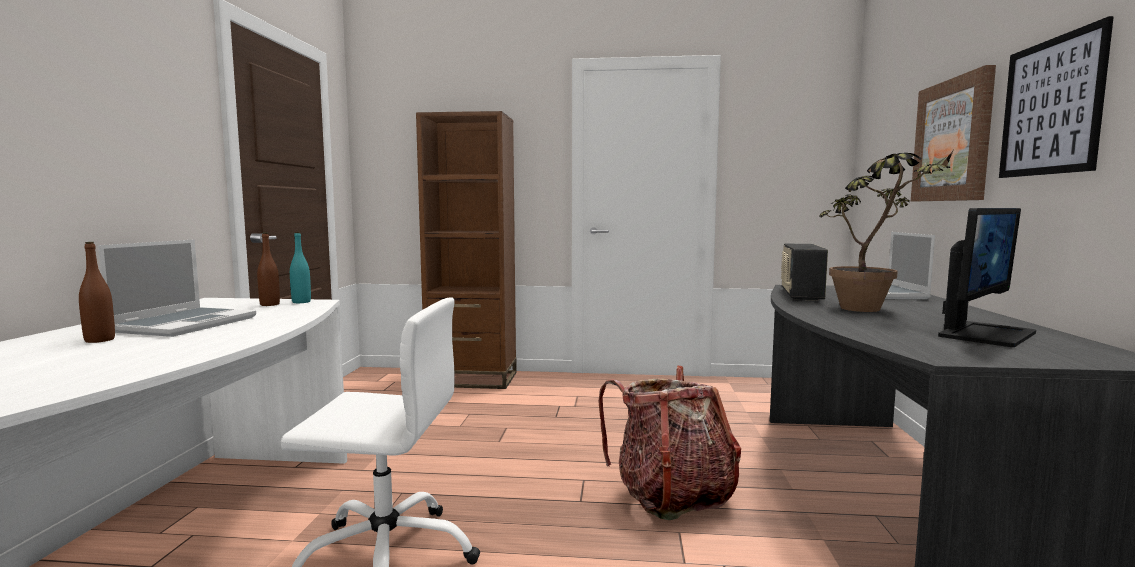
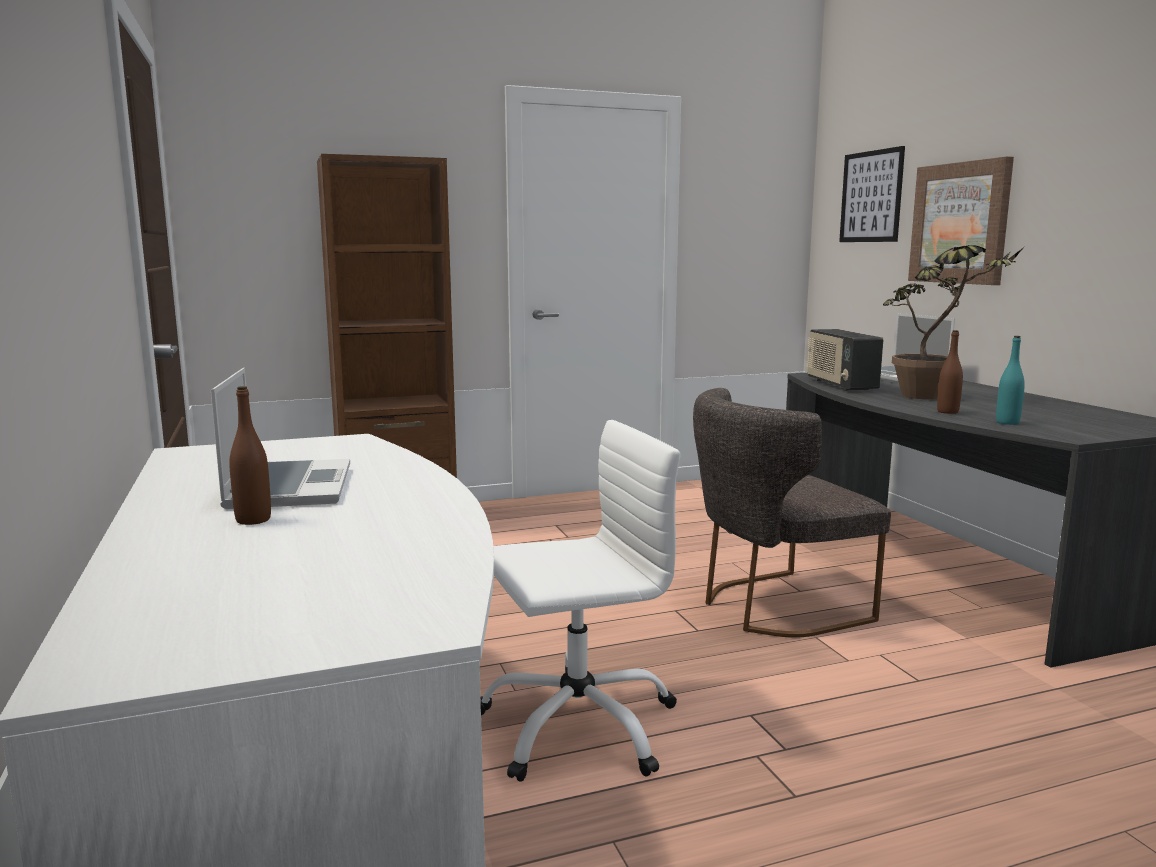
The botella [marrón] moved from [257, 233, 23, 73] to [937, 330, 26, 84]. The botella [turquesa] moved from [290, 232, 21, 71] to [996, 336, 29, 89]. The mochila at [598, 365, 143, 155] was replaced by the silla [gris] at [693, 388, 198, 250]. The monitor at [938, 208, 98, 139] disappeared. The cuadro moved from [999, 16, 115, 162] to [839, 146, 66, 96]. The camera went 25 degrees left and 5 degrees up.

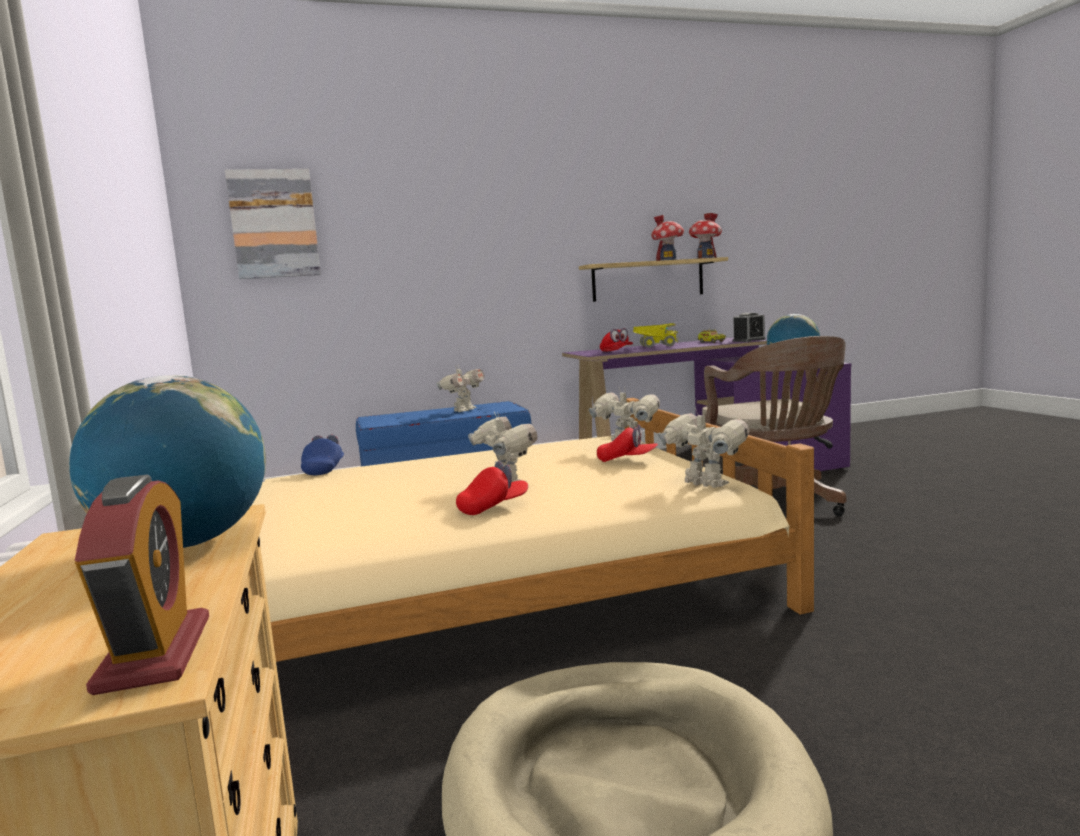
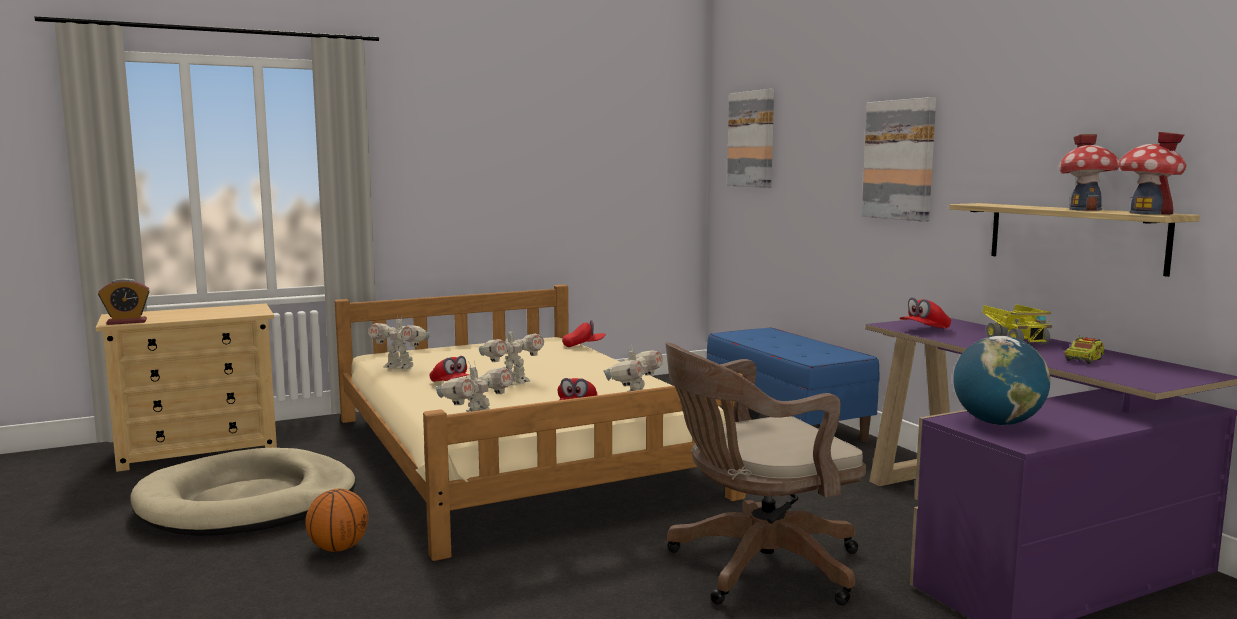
The globo terráqueo at [69, 375, 197, 173] disappeared. The gorra [azul] at [301, 435, 43, 40] became the gorra [rojo] at [562, 320, 44, 27]. The robot de juguete moved from [436, 365, 48, 47] to [368, 314, 62, 55]. The despertador at [733, 313, 33, 29] disappeared. The balón de baloncesto at [305, 488, 64, 64] appeared. The cuadro at [862, 97, 74, 125] appeared. The camera went 80 degrees right and 0 degrees up.

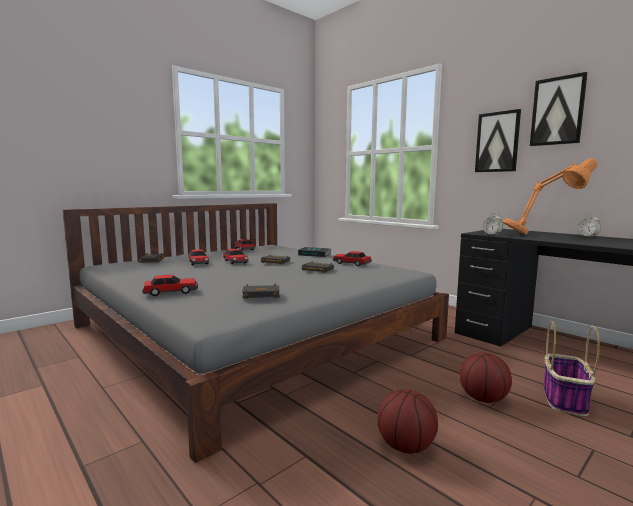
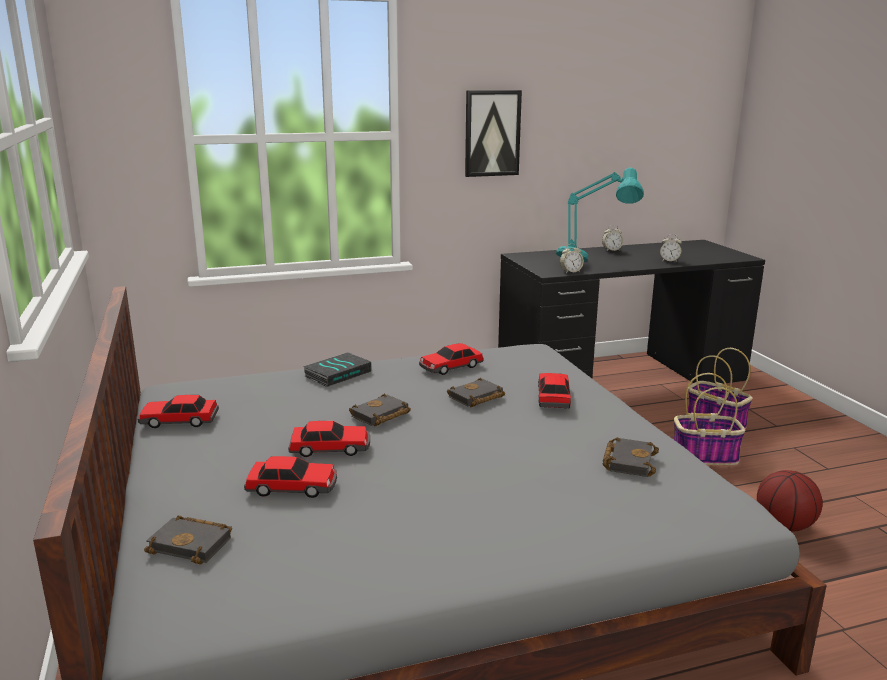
The coche de juguete moved from [142, 275, 56, 21] to [538, 373, 33, 35]. The balón de baloncesto at [460, 352, 52, 51] was replaced by the cesta at [674, 373, 71, 92]. The lámpara de mesa [naranja] at [503, 158, 94, 77] became the lámpara de mesa [turquesa] at [556, 167, 88, 95]. The cuadro at [530, 72, 58, 74] disappeared. The despertador at [660, 234, 22, 28] appeared. The camera went 65 degrees left and 10 degrees up.

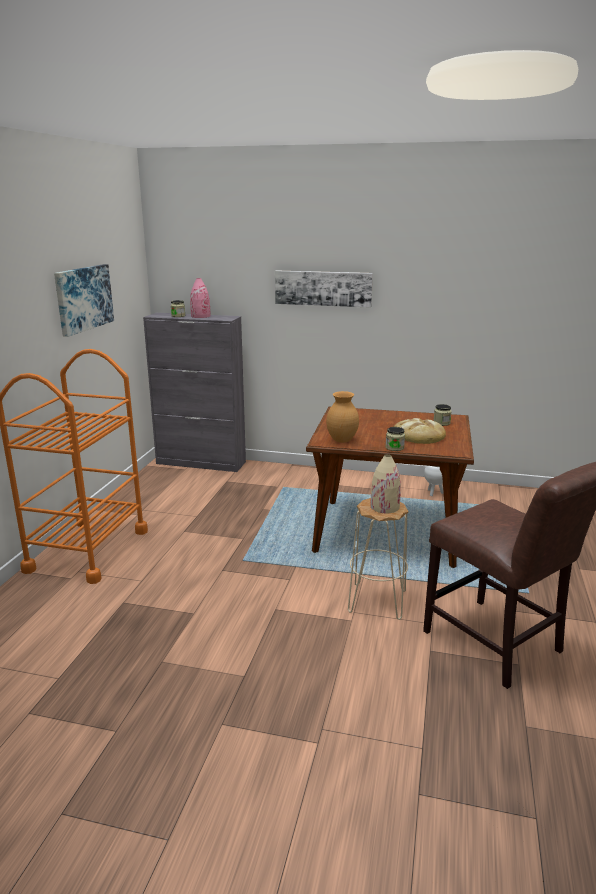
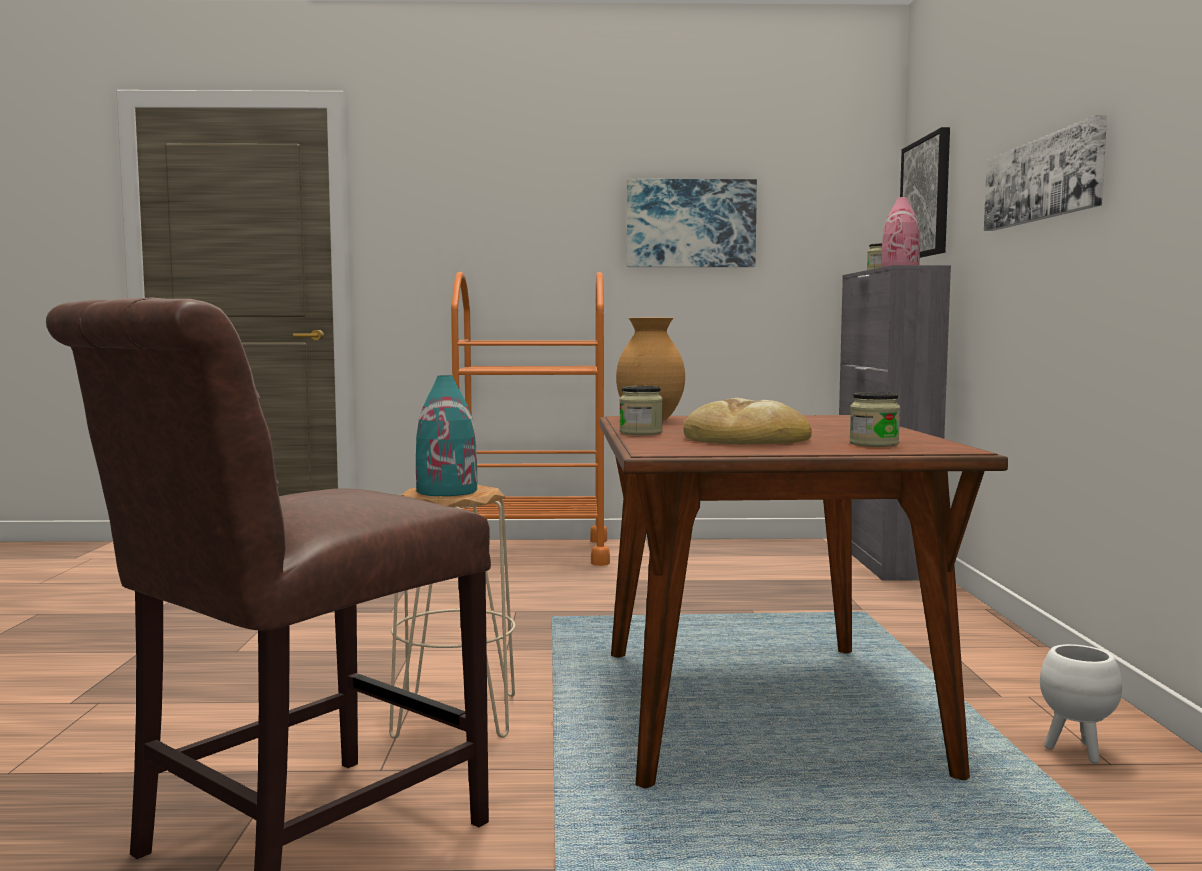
The florero [beis] at [371, 454, 30, 59] became the florero [turquesa] at [416, 375, 61, 121]. The cuadro at [900, 127, 50, 131] appeared. The camera went 75 degrees right and 15 degrees down.

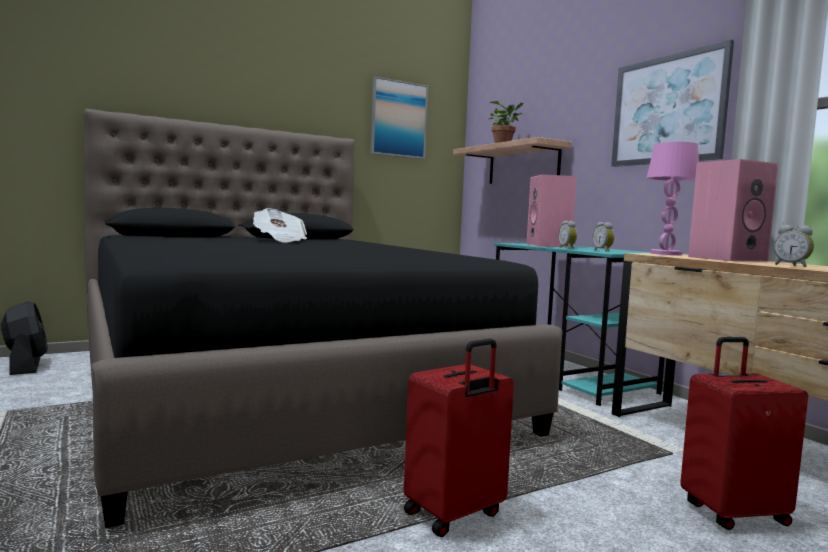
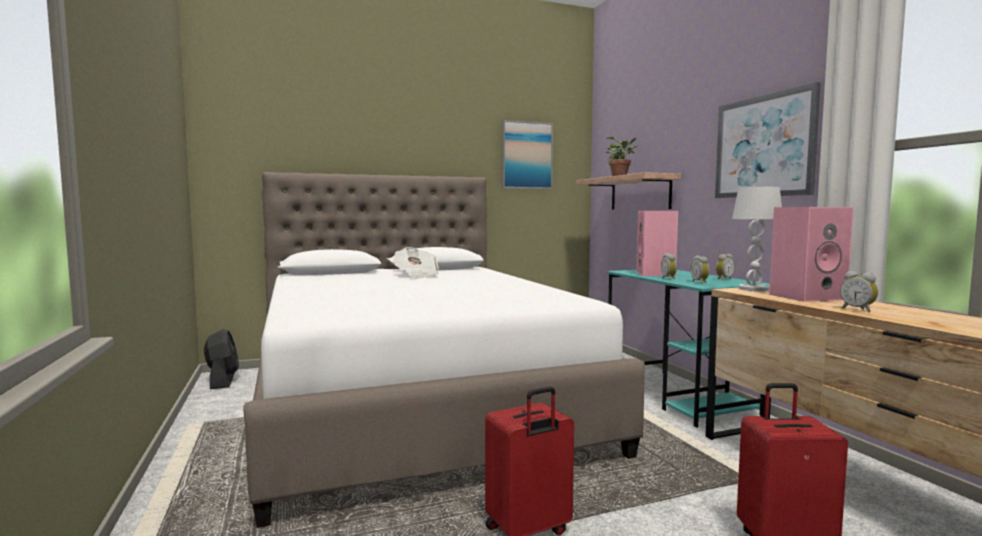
The cama [negro] at [84, 109, 479, 419] became the cama [blanco] at [243, 172, 402, 356]. The lámpara de mesa [rosa] at [647, 142, 52, 113] became the lámpara de mesa [blanco] at [732, 187, 50, 104]. The despertador at [716, 254, 18, 26] appeared. The camera went 10 degrees right and 0 degrees up.

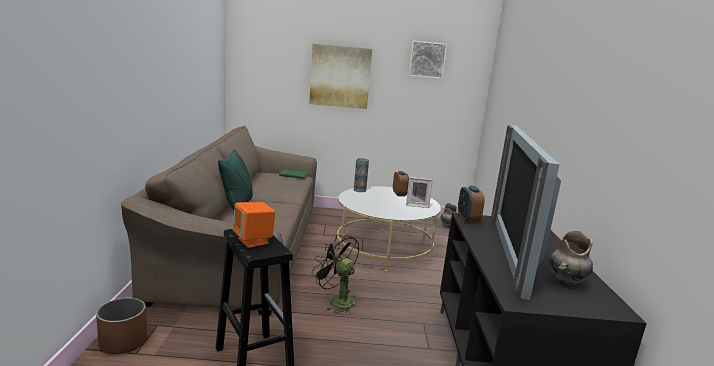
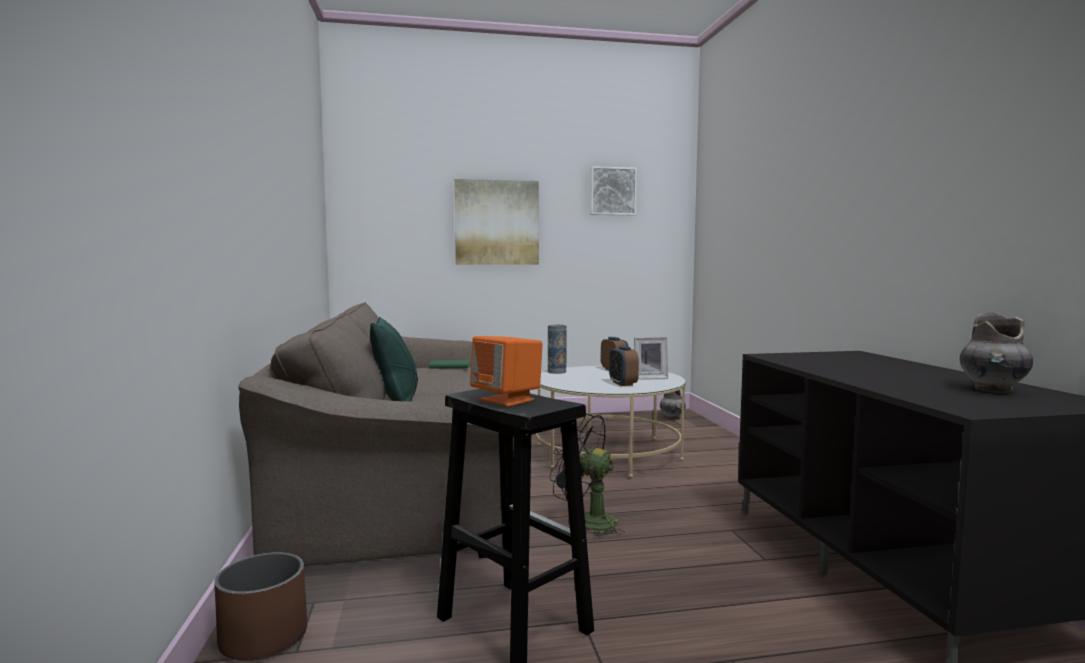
The despertador moved from [458, 186, 27, 37] to [609, 346, 30, 40]. The televisor at [491, 125, 70, 175] disappeared. The camera went 10 degrees left and 10 degrees down.

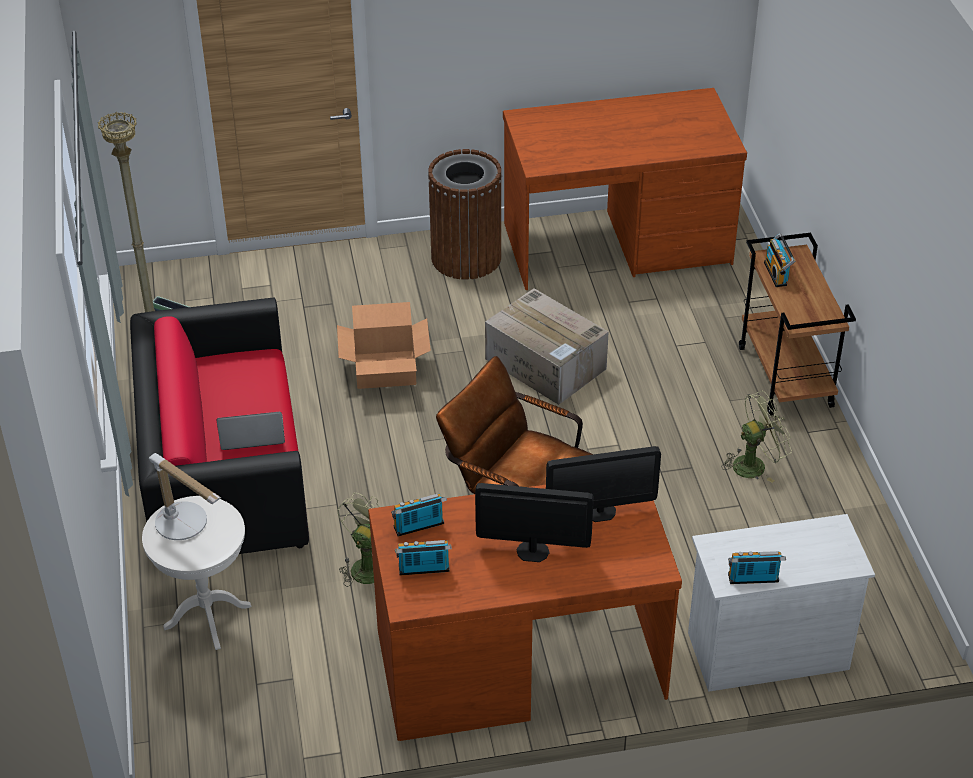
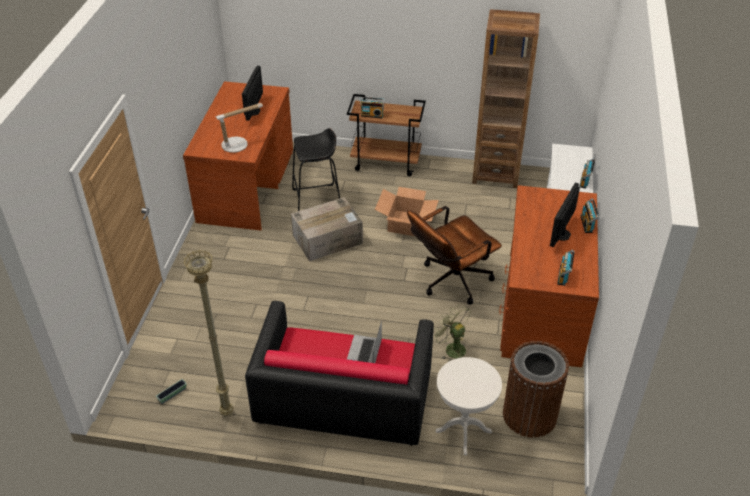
The lámpara de mesa moved from [149, 453, 72, 87] to [216, 103, 47, 50]. The caja de cartón moved from [337, 302, 94, 87] to [375, 187, 64, 49]. The radio moved from [391, 494, 56, 43] to [580, 198, 19, 35]. The papelera [marrón] moved from [428, 149, 74, 131] to [503, 341, 66, 97]. The monitor moved from [546, 446, 115, 76] to [242, 66, 21, 55]. The ventilador [verde] at [722, 391, 70, 92] disappeared. The taburete [negro] at [292, 128, 48, 83] appeared. The estantería [marrón] at [472, 9, 68, 179] appeared. The camera went 70 degrees left and 0 degrees up.

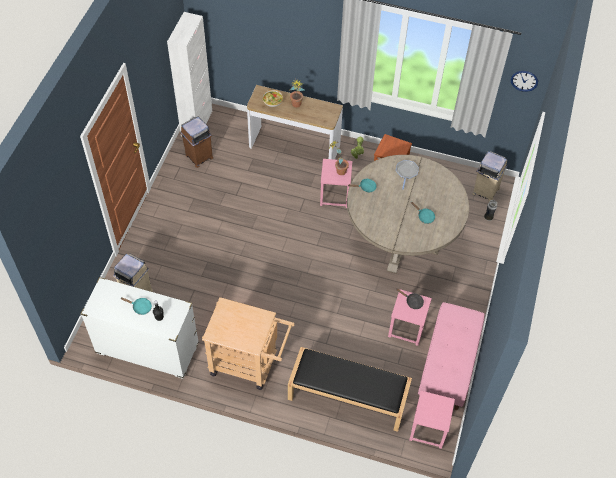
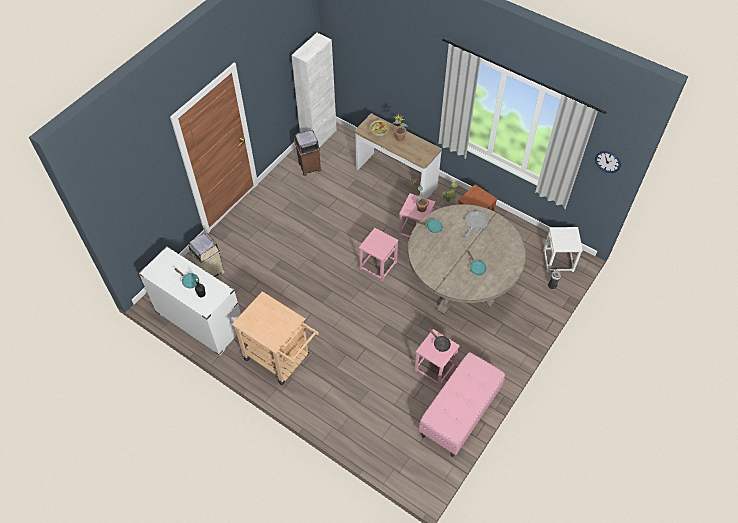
The banco [negro] at [288, 347, 124, 85] disappeared. The taburete [rosa] moved from [409, 391, 46, 58] to [359, 228, 40, 53]. The papelera [beis] at [472, 151, 35, 50] was replaced by the taburete [blanco] at [543, 227, 40, 45]. The camera went 20 degrees right and 0 degrees up.

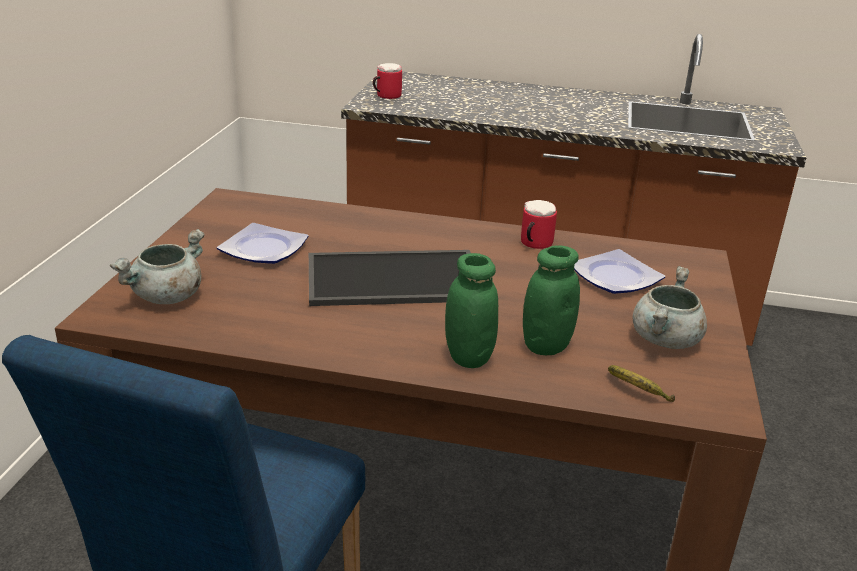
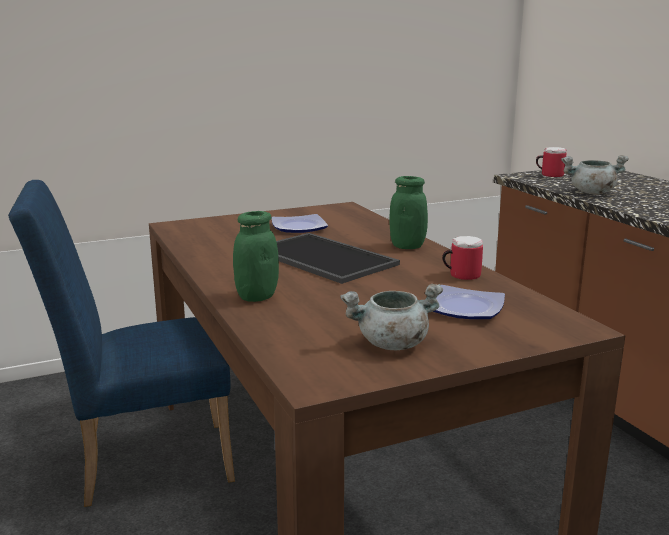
The olla [gris] moved from [110, 229, 95, 75] to [561, 155, 68, 39]. The tarro [verde] moved from [523, 246, 57, 109] to [389, 176, 39, 73]. The plátano at [608, 365, 67, 37] disappeared. The camera went 55 degrees right and 10 degrees down.

